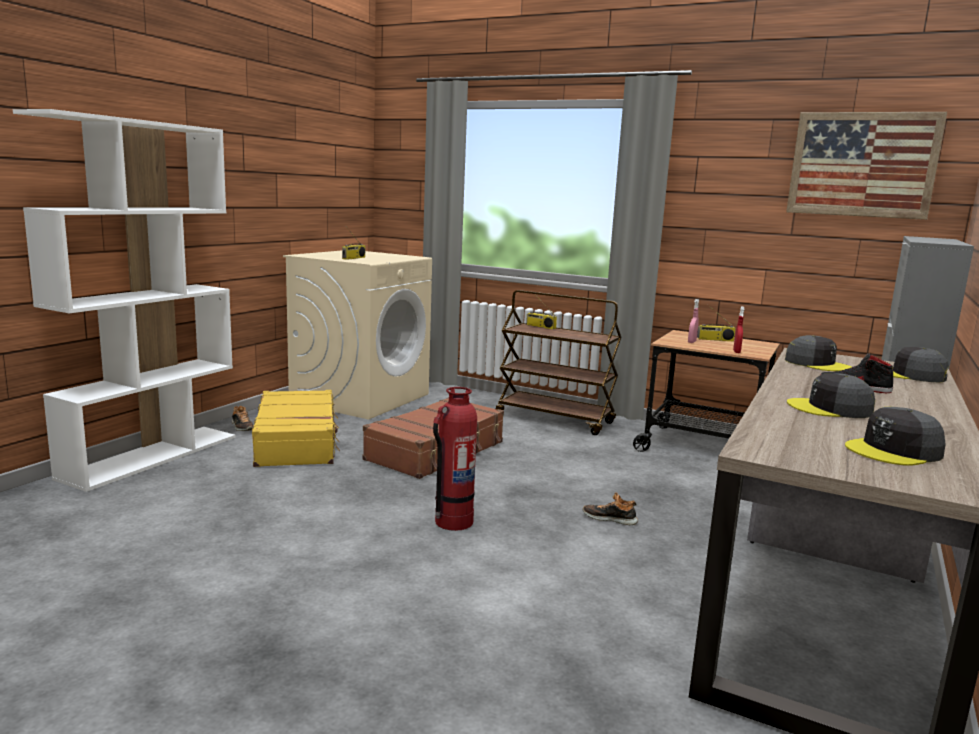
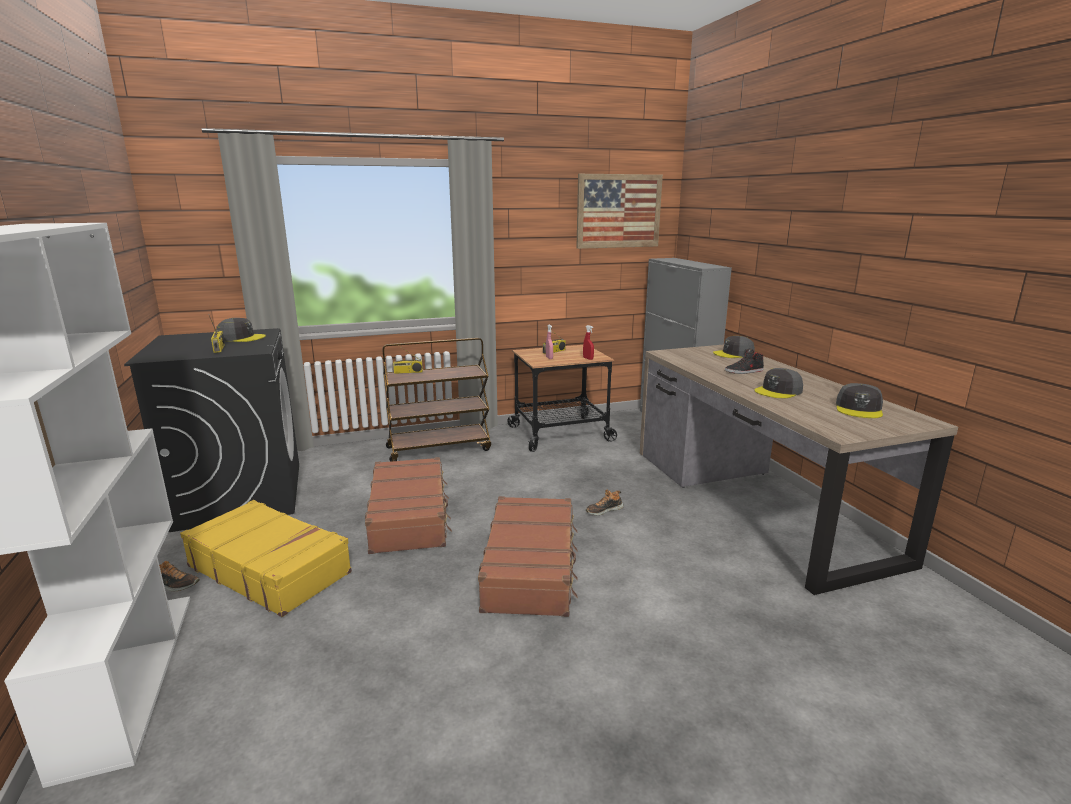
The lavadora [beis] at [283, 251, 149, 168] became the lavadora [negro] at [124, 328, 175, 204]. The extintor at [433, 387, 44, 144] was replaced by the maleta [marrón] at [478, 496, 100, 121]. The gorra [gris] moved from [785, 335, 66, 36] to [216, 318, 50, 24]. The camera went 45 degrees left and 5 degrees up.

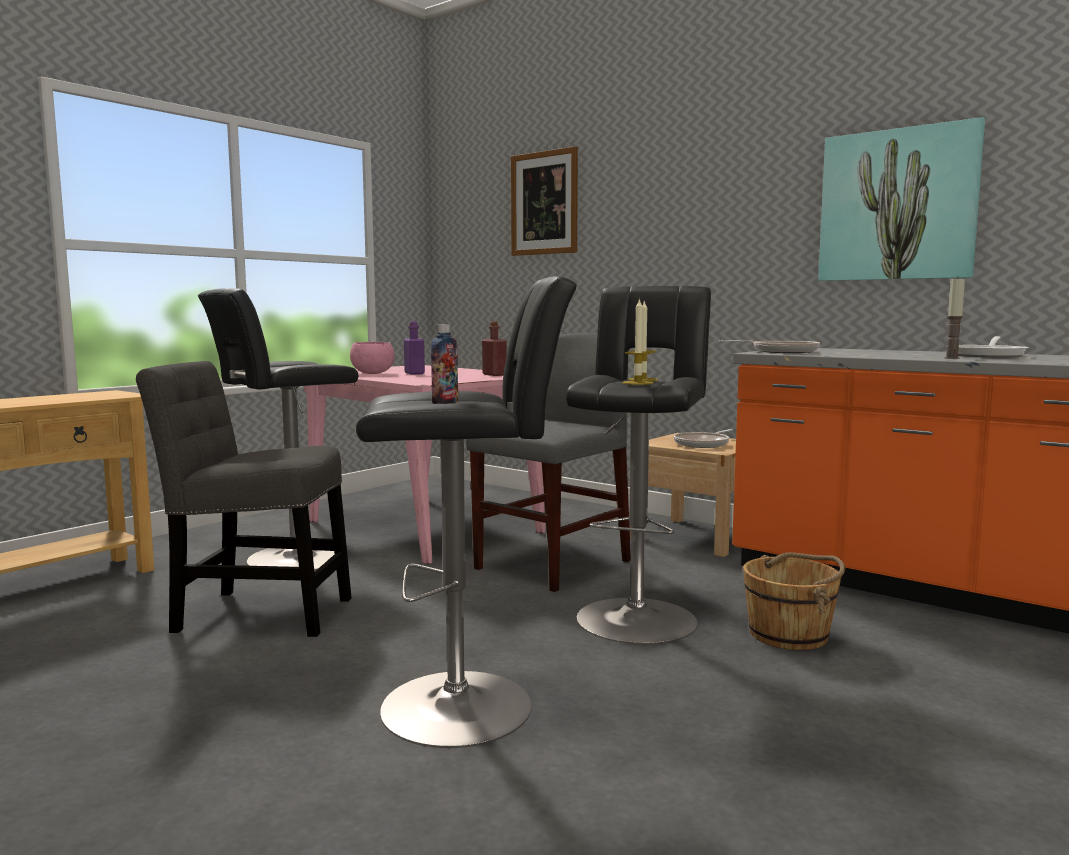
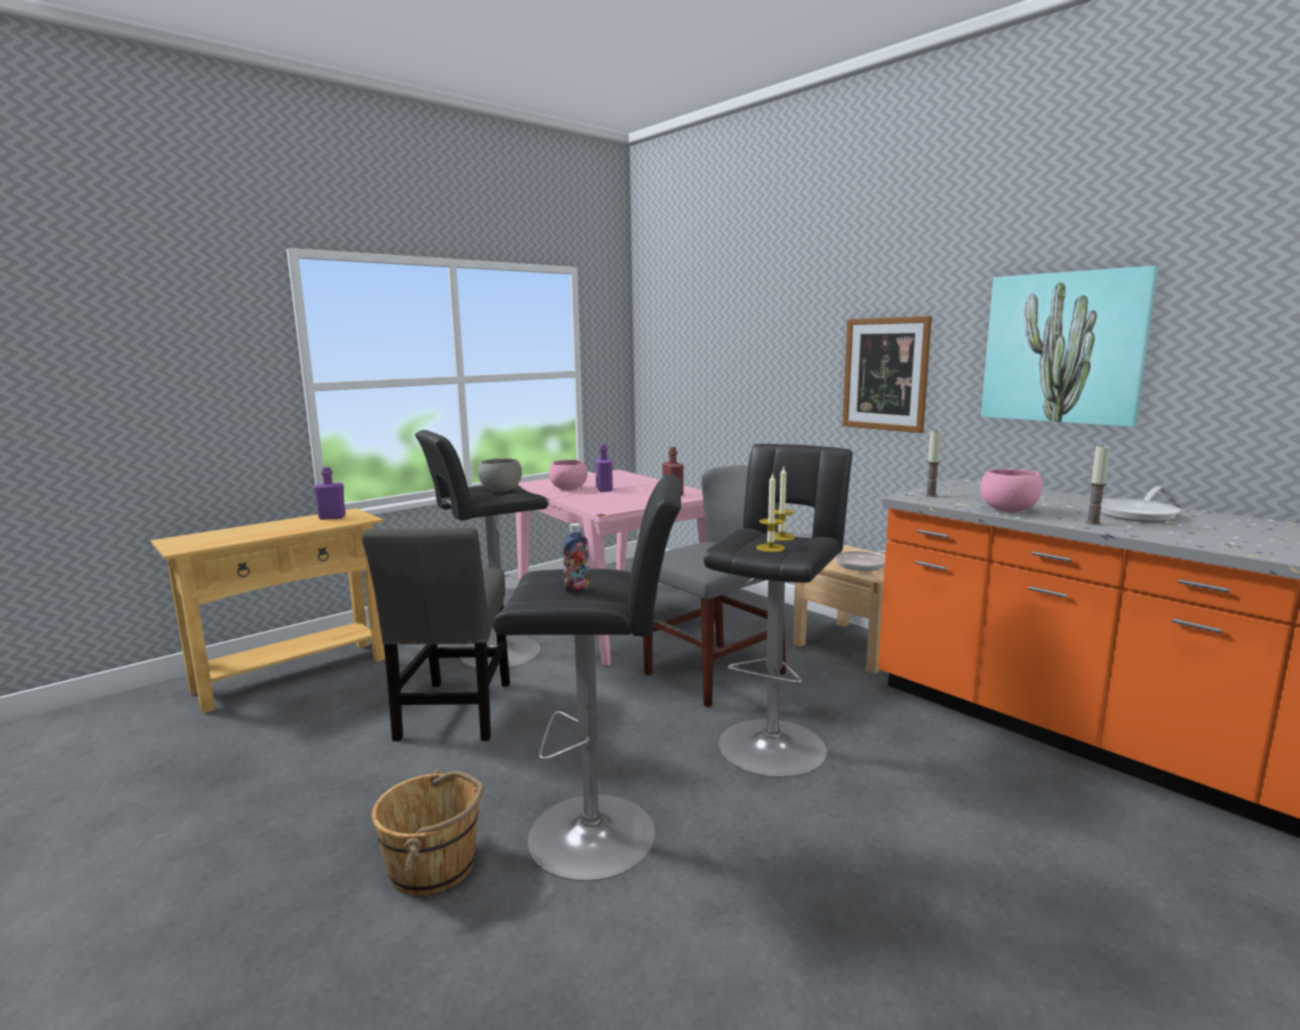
The silla [gris] at [136, 361, 216, 276] turned 105 degrees counterclockwise. The cuadro moved from [511, 146, 67, 110] to [842, 316, 90, 117]. The sartén at [719, 340, 101, 13] was replaced by the vela at [925, 430, 17, 67]. The cubo [marrón] moved from [743, 552, 102, 98] to [371, 769, 113, 127]. The botella [morado] at [314, 467, 32, 53] appeared. The cuenco [gris] at [478, 458, 44, 34] appeared. The cuenco [rosa] at [980, 469, 62, 43] appeared. The camera went 10 degrees right and 5 degrees up.

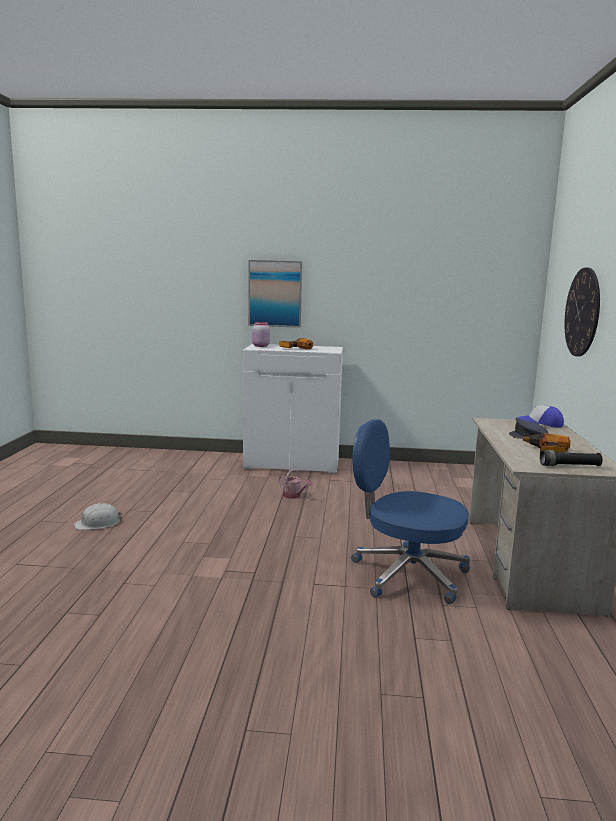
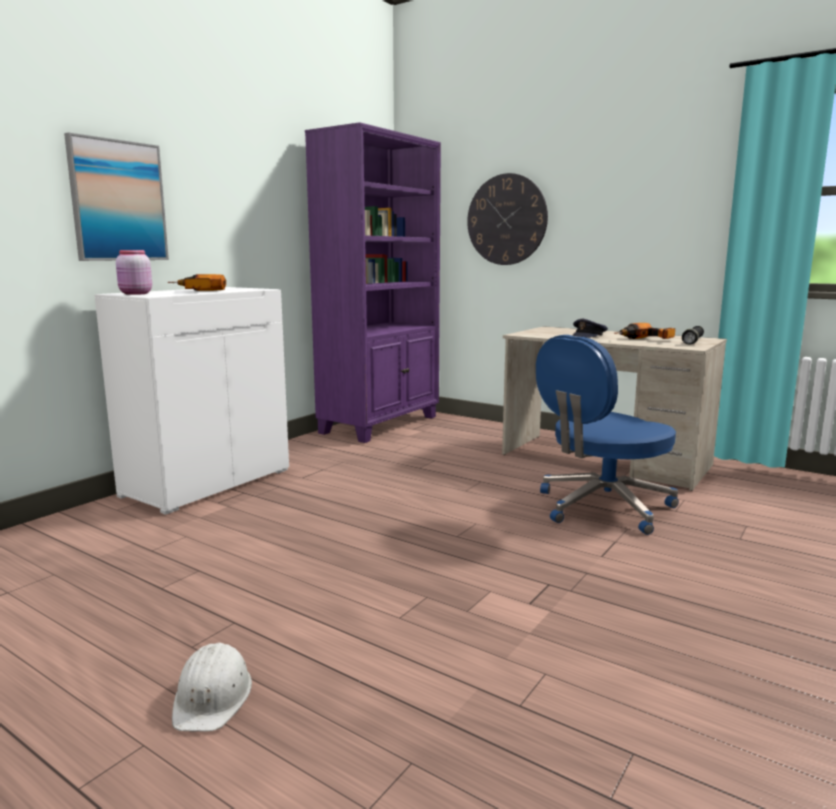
The regadera at [278, 469, 34, 30] disappeared. The gorra at [517, 406, 47, 22] disappeared. The estantería [morado] at [305, 122, 136, 321] appeared. The camera went 60 degrees left and 0 degrees up.

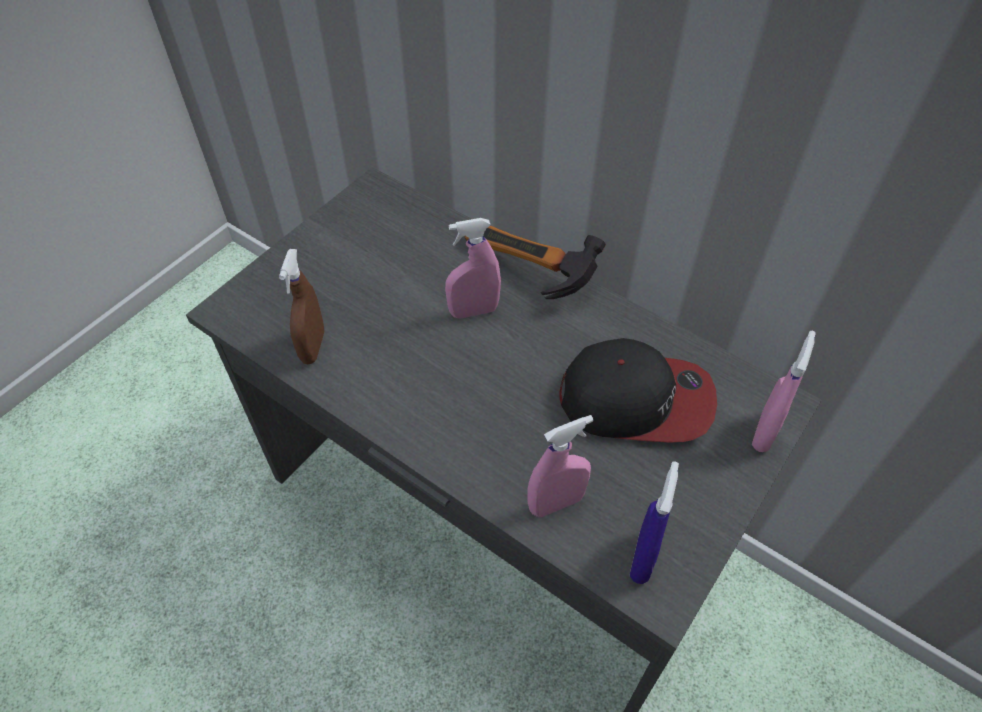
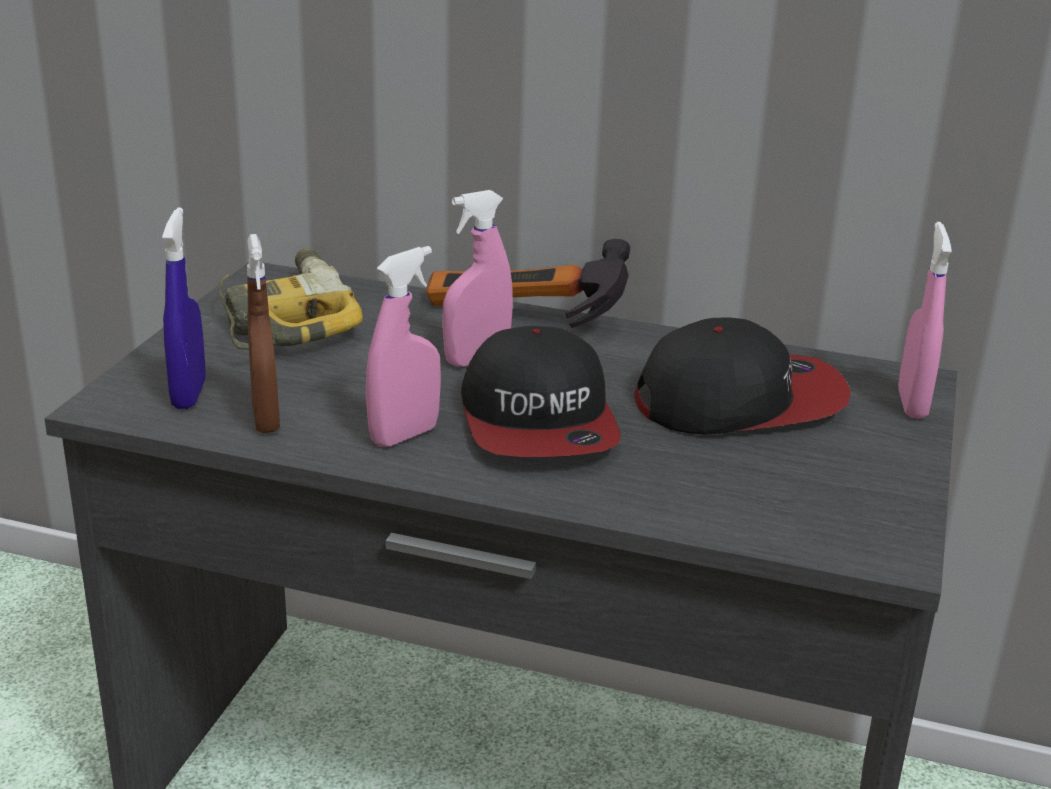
The pulverizador [rosa] moved from [528, 415, 65, 103] to [366, 246, 75, 201]. The pulverizador [azul] moved from [630, 461, 49, 123] to [162, 207, 44, 202]. The taladro at [218, 248, 145, 102] appeared. The gorra at [461, 326, 160, 131] appeared. The camera went 20 degrees left and 25 degrees down.

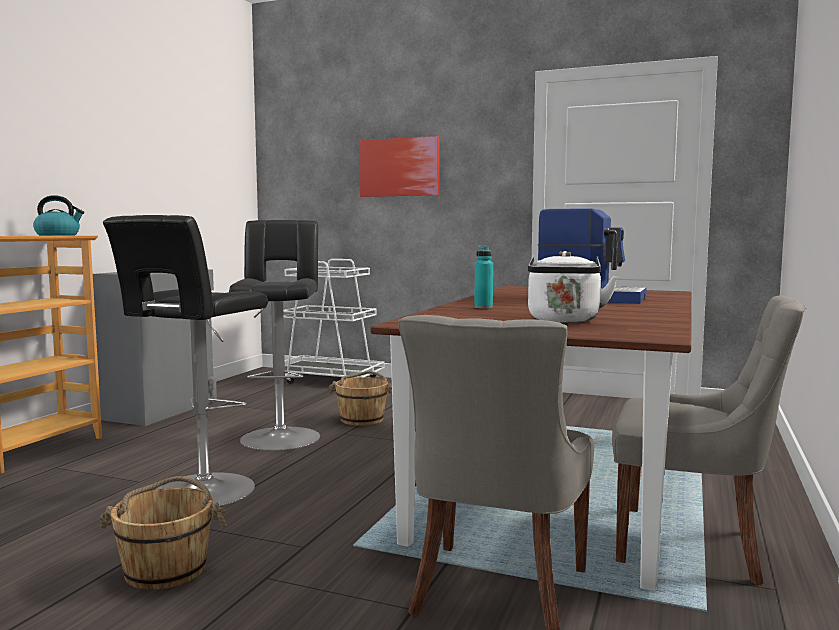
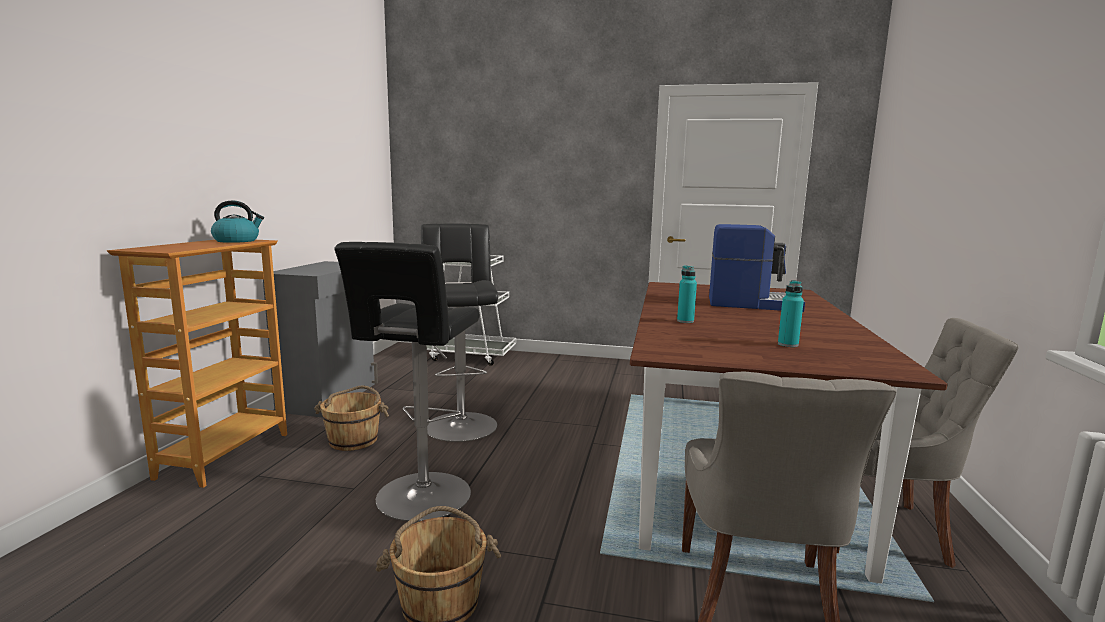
The cubo [marrón] moved from [329, 371, 63, 55] to [314, 385, 75, 66]. The cuadro at [359, 136, 81, 61] disappeared. The hervidor [blanco] at [528, 251, 90, 72] was replaced by the botella [turquesa] at [778, 280, 26, 67]. The camera went 10 degrees left and 5 degrees up.

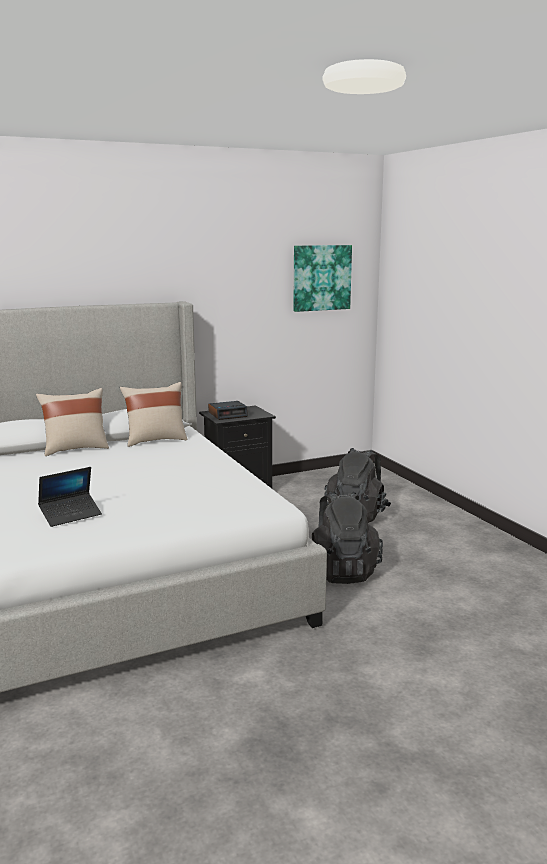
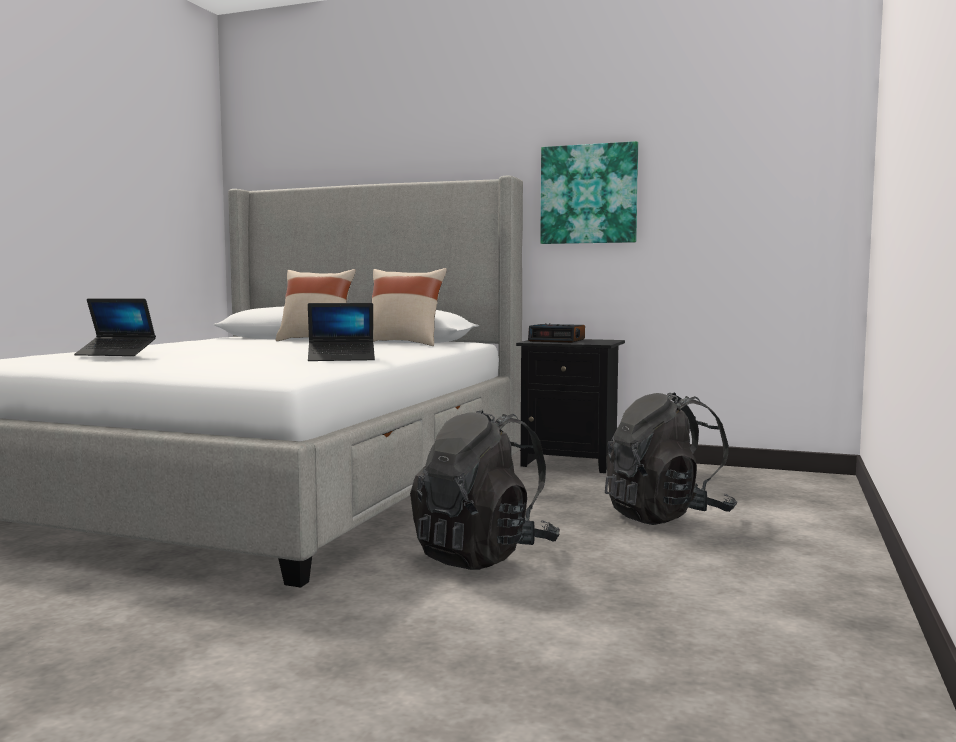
The cuadro moved from [293, 245, 59, 67] to [540, 141, 98, 103]. The portátil at [308, 303, 67, 58] appeared. The camera went 45 degrees right and 10 degrees down.

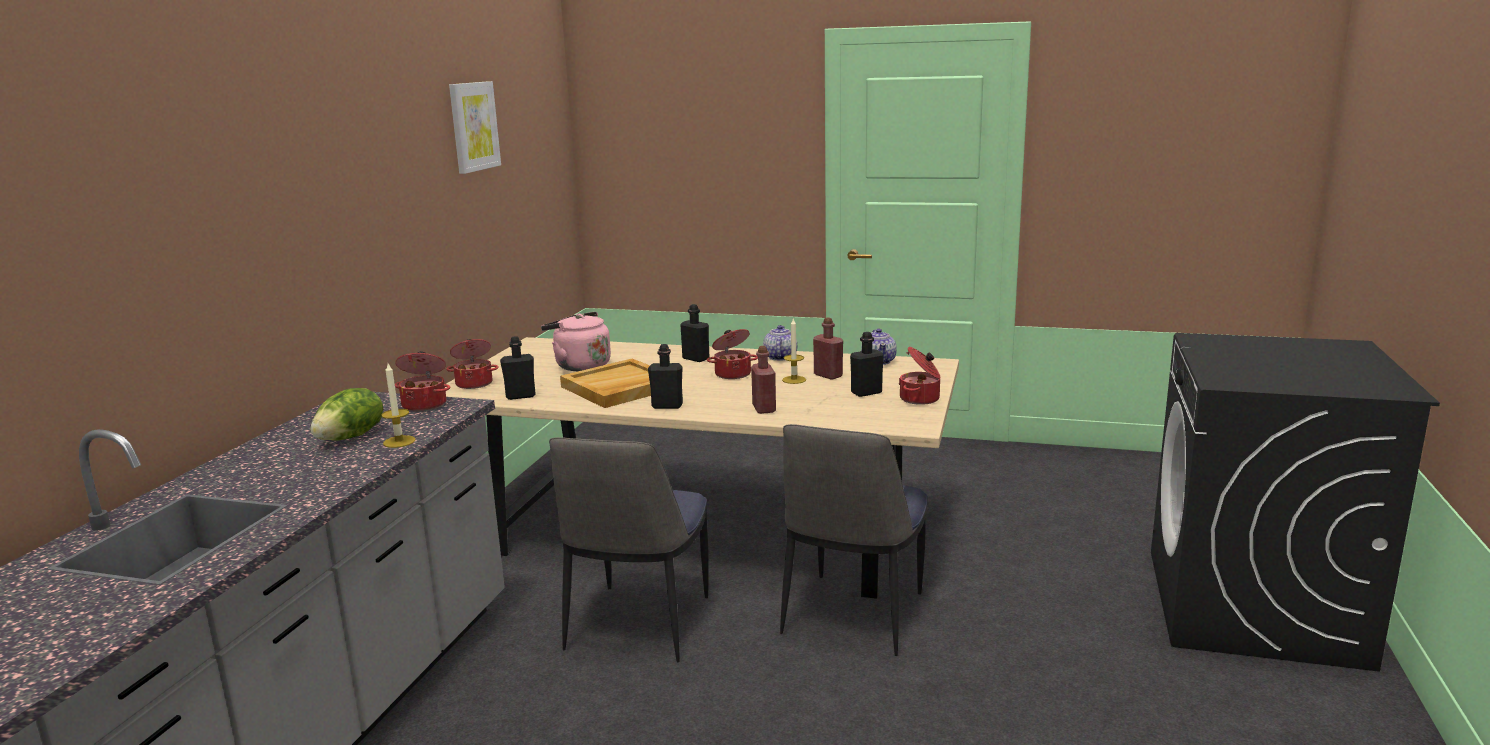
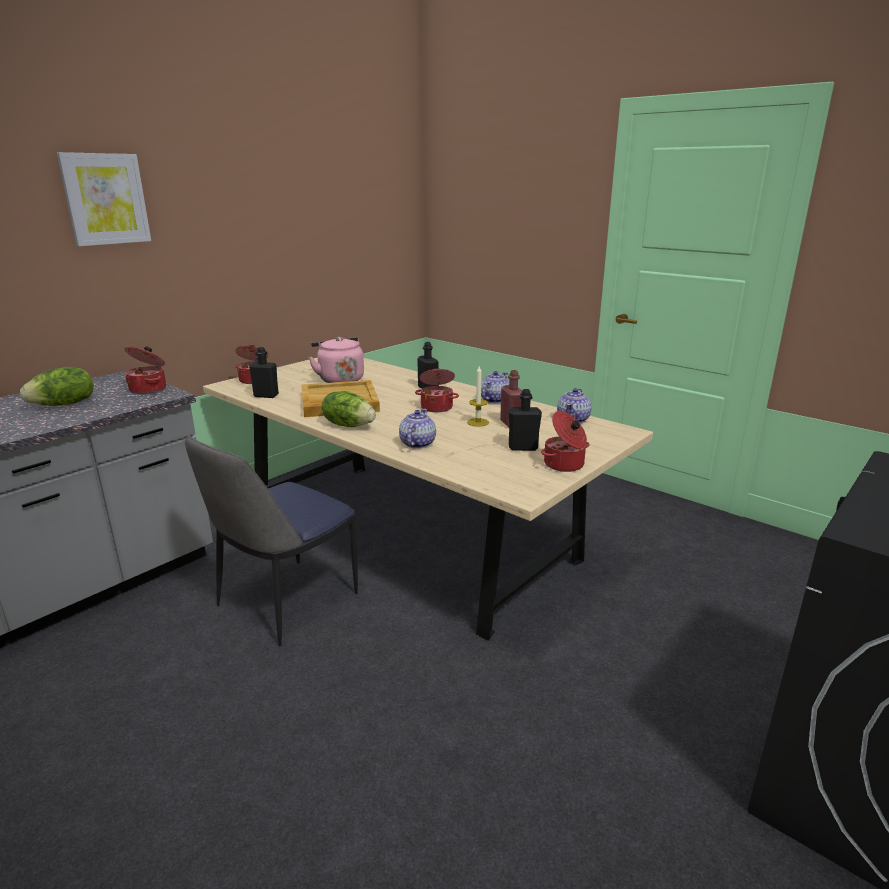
The vela at [381, 364, 34, 84] disappeared. The cuadro moved from [449, 81, 52, 93] to [57, 152, 94, 94]. The botella [negro] at [648, 344, 35, 65] was replaced by the lechuga at [321, 391, 55, 36]. The botella [rojo] at [751, 346, 25, 68] was replaced by the tetera at [399, 409, 37, 40]. The silla at [780, 424, 148, 232] disappeared. The camera went 25 degrees right and 5 degrees up.

